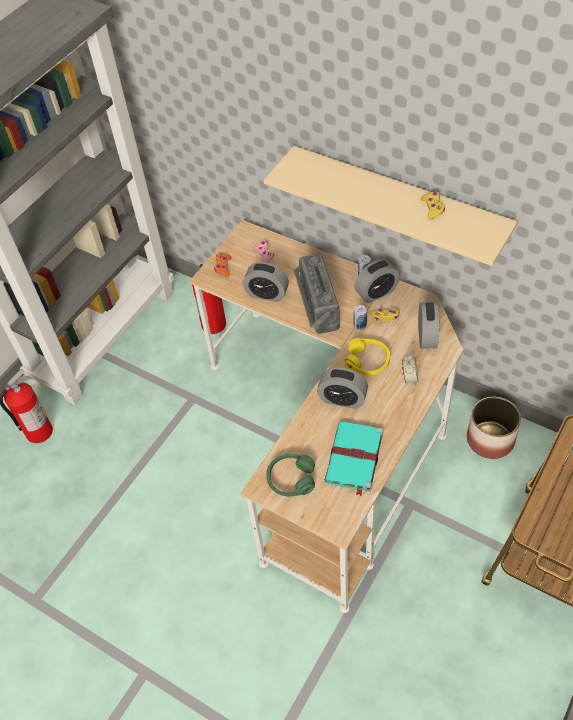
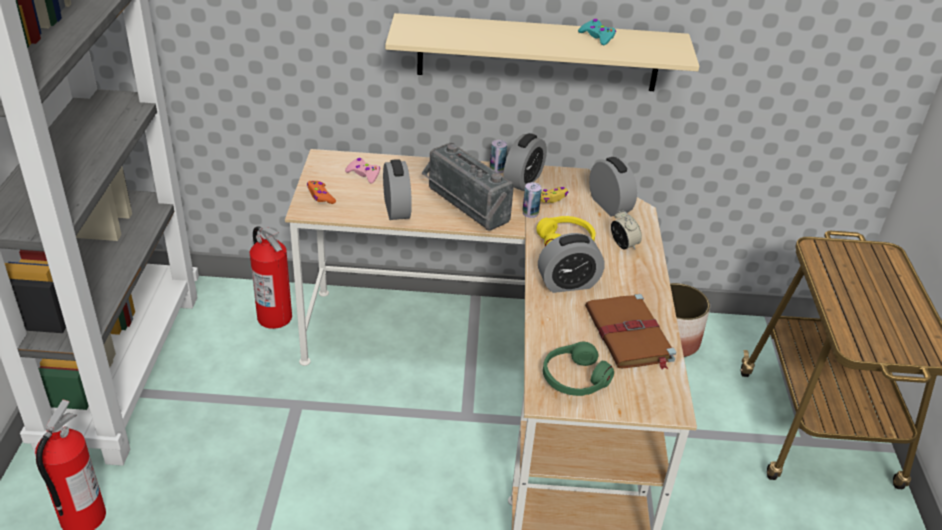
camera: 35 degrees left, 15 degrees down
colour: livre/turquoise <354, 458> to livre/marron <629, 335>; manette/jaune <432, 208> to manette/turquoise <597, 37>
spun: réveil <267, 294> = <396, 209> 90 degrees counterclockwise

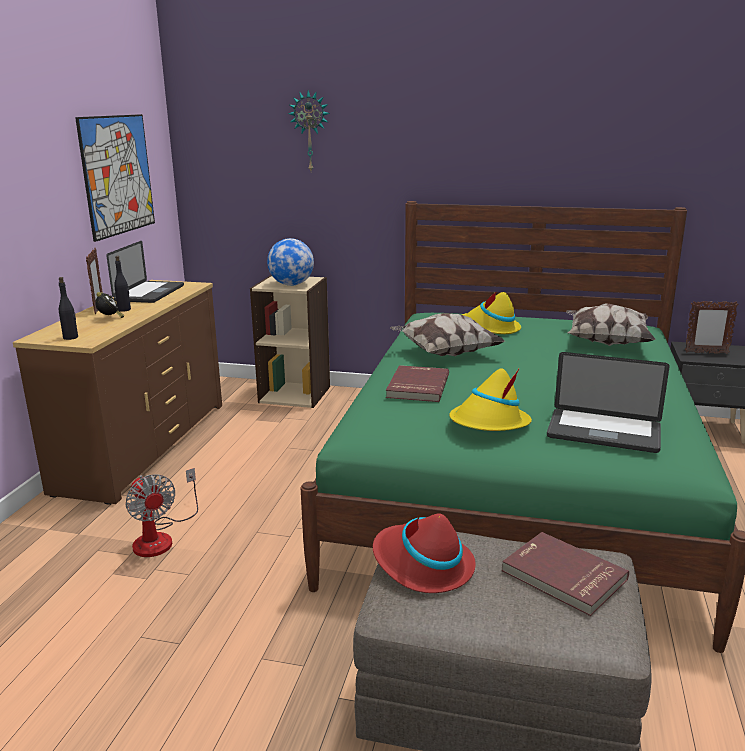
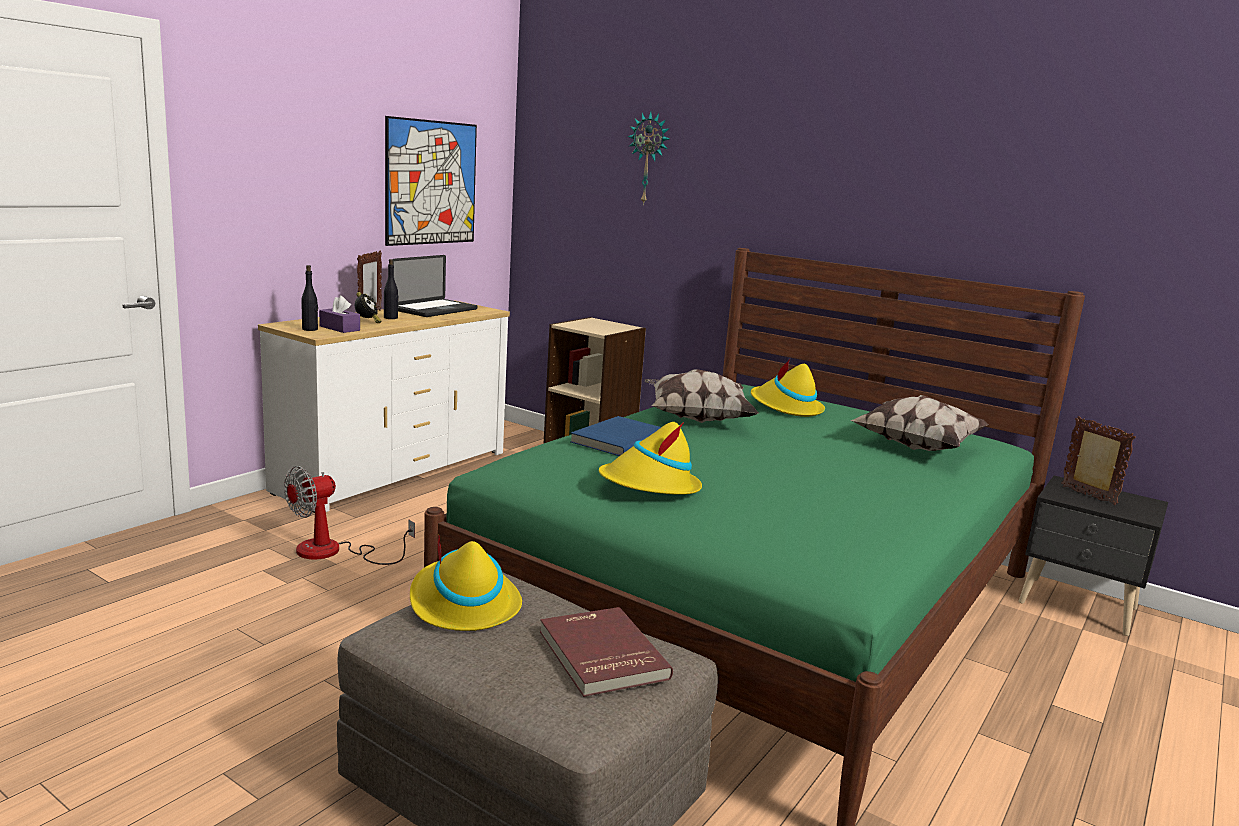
camera: 20 degrees right, 5 degrees down
missing: globe <291, 285>; ordinateur portable <603, 432>
appeared: boîte à mouchoirs/violet <339, 328>
colour: commode/marron <143, 446> to commode/blanc <393, 471>; chapeau/rouge <422, 565> to chapeau/jaune <463, 604>; livre/rouge <416, 386> to livre/bleu <618, 440>
spun: ventilateur <160, 537> = <333, 552> 60 degrees clockwise; cadre photo <706, 353> = <1088, 496> 150 degrees counterclockwise

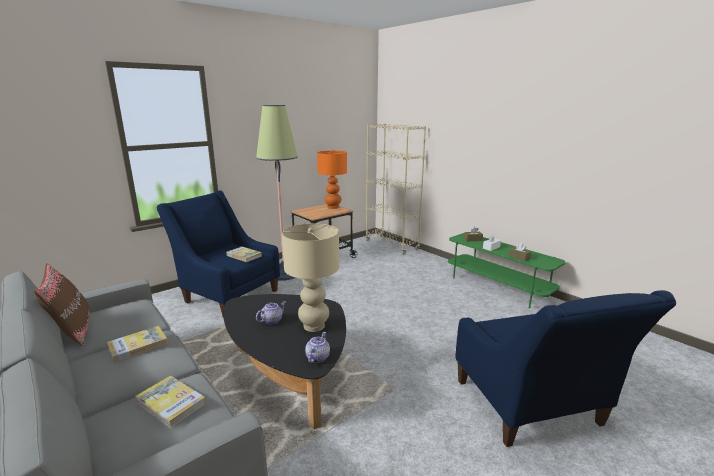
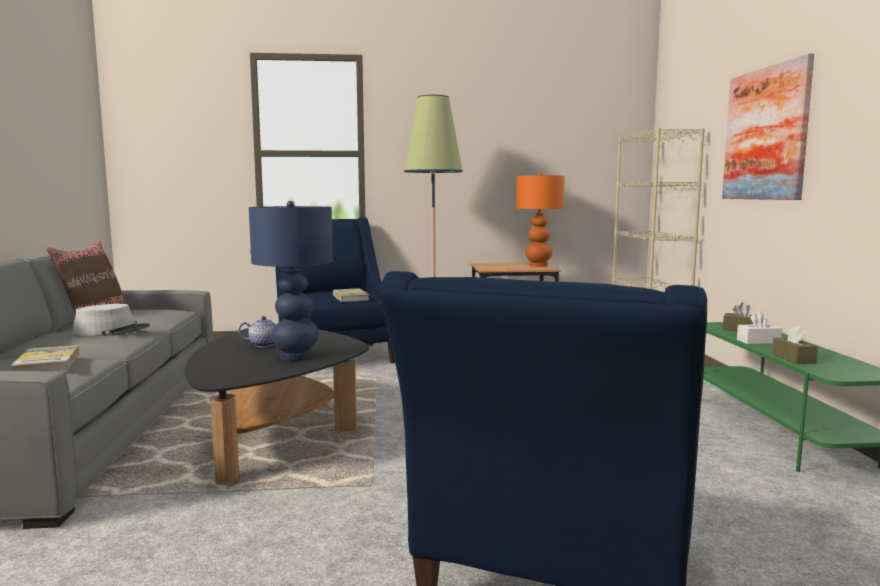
camera: 35 degrees right, 10 degrees down
missing: théière <317, 357>
appeared: tableau <765, 134>
exchanged: livre <138, 345> to chapeau/gris <112, 330>
colour: lampe de table/beige <314, 326> to lampe de table/bleu <296, 356>

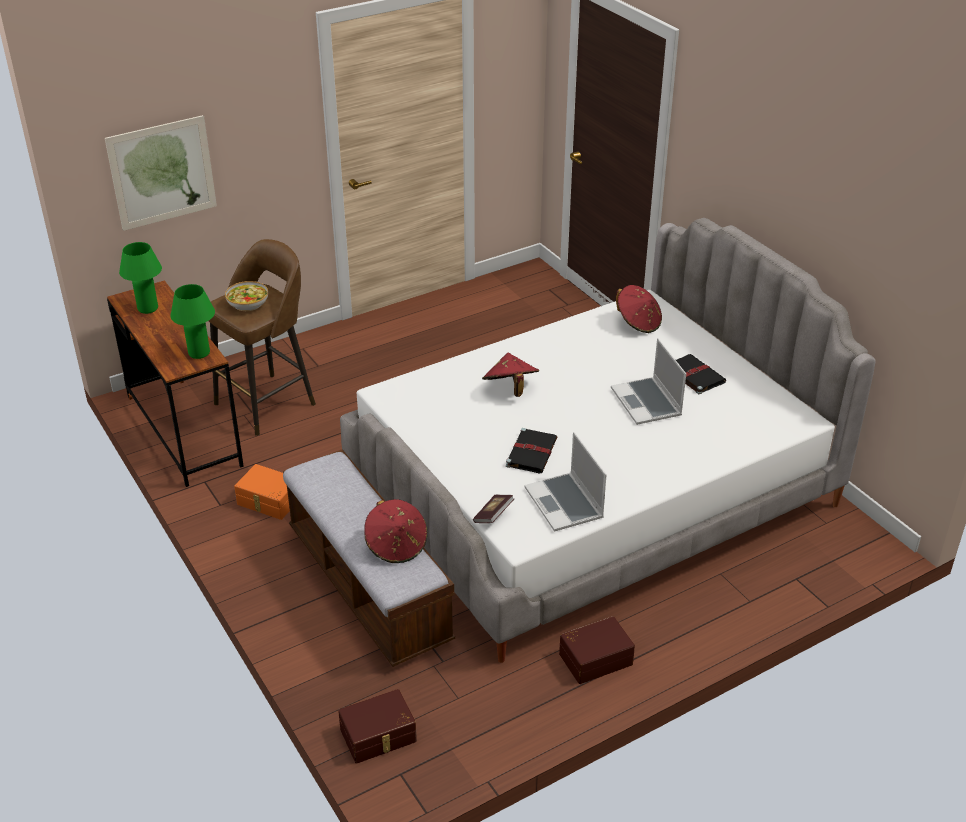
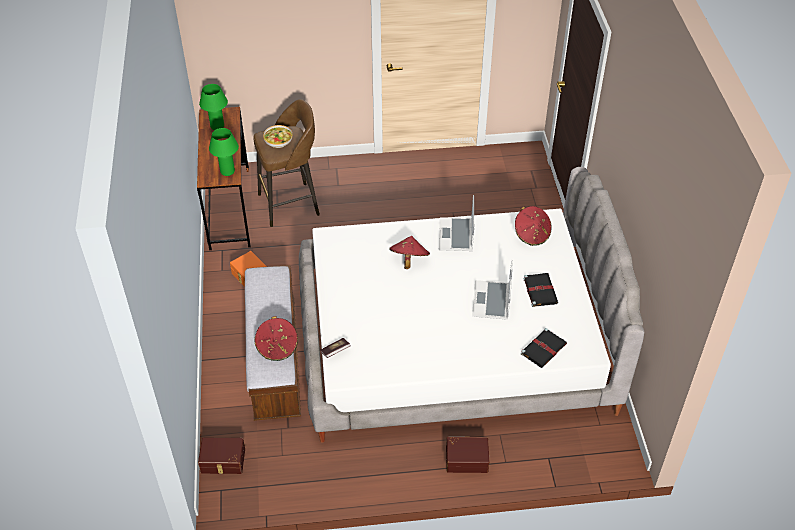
camera: 25 degrees right, 10 degrees up
missing: tableau <162, 173>
relocated: livre/noir <532, 452> to <544, 348>; ordinateur portable <565, 504> to <456, 236>; boîte de rangement/marron <594, 658> to <466, 458>

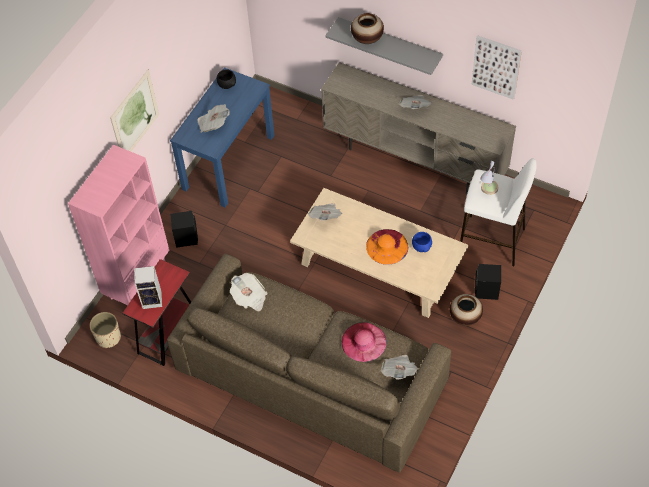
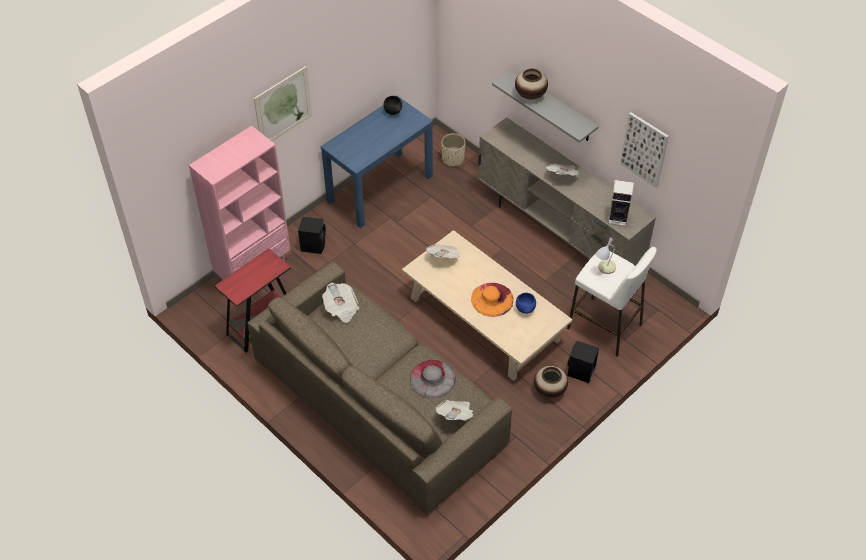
camera: 15 degrees right, 5 degrees down
missing: journal <213, 124>
relocated: cache-pot/beige <108, 337> to <453, 159>; enceinte <153, 299> to <618, 218>
colour: chapeau/rose <363, 342> to chapeau/gris <432, 378>

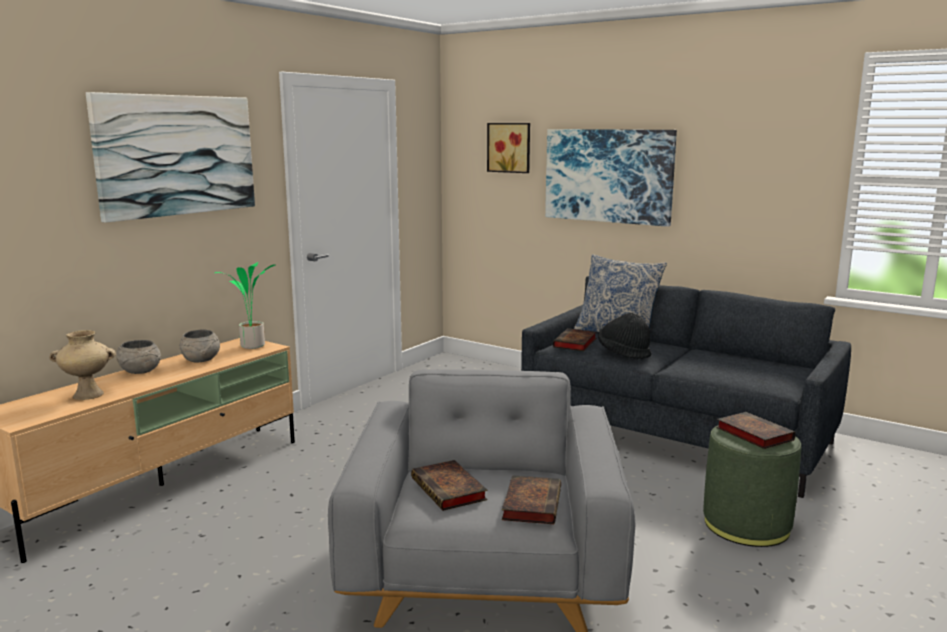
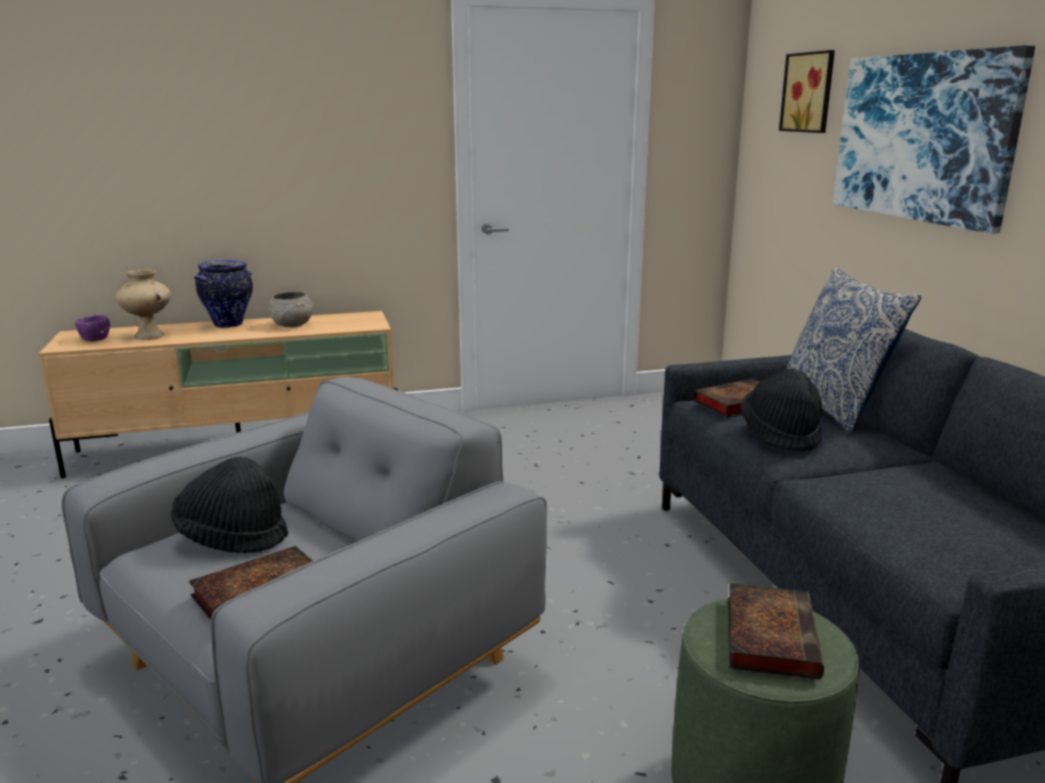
camera: 40 degrees right, 5 degrees up
missing: tableau <177, 155>; plante en pot <251, 346>
appeared: bol/violet <95, 339>
exchanged: bol/gris <140, 371> to vase <229, 324>; livre <450, 490> to chapeau/noir <232, 537>

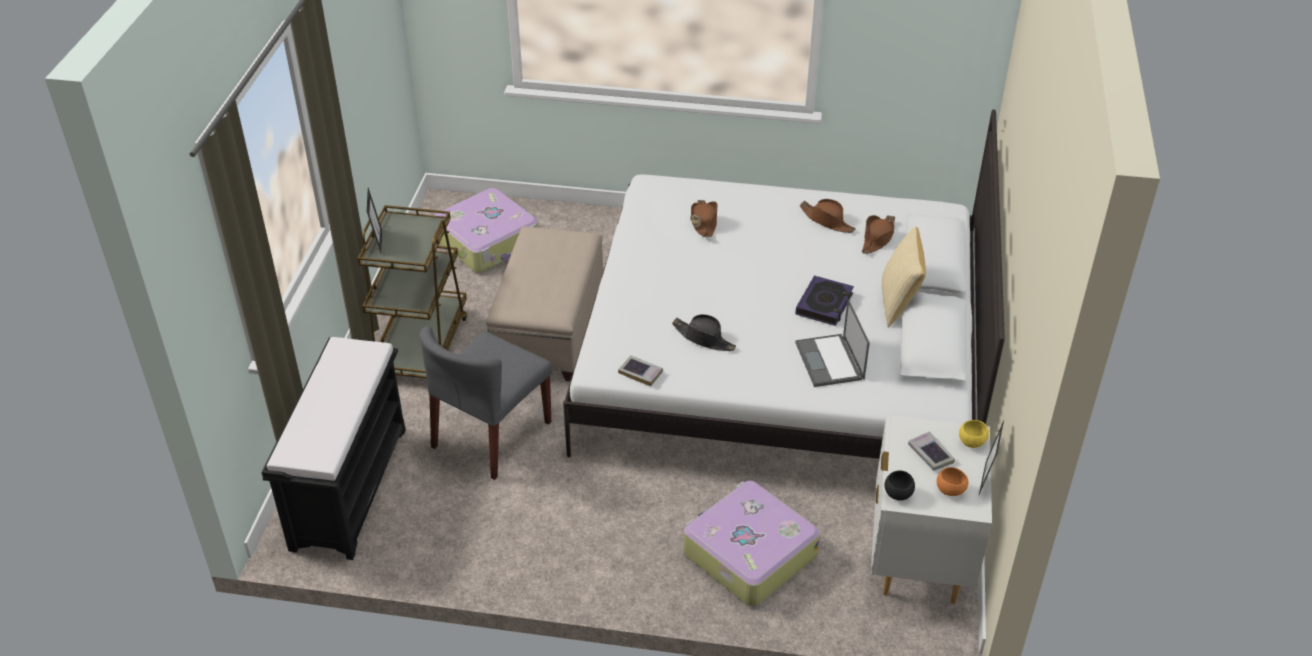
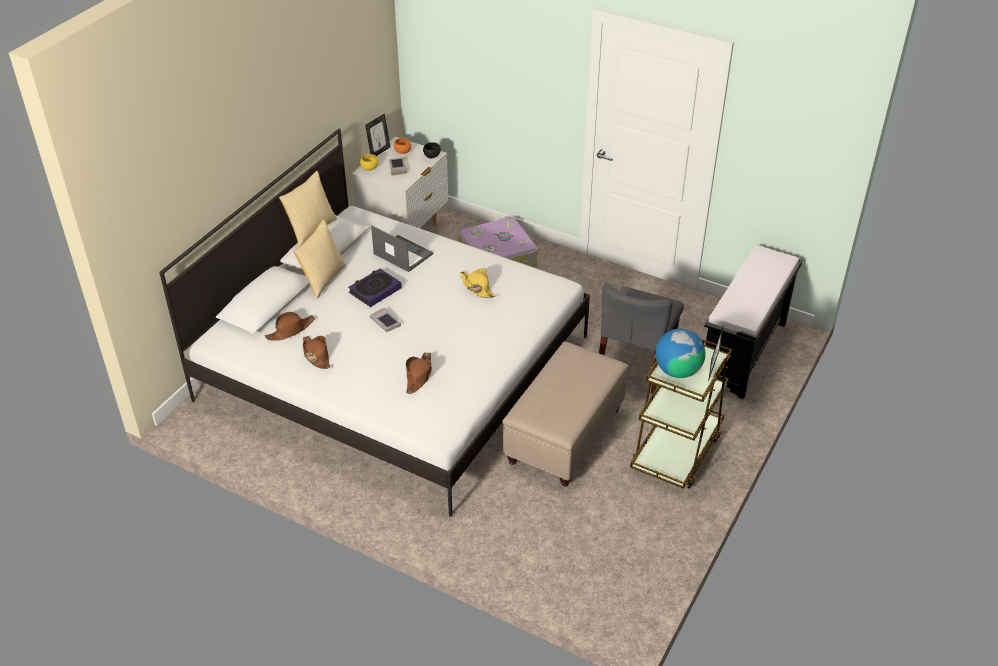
camera: 160 degrees left, 0 degrees up
missing: valise <488, 242>
appeared: coussin <310, 229>; globe <677, 370>
relocated: livre <640, 373> to <385, 322>
colour: chapeau/noir <704, 338> to chapeau/jaune <477, 287>
spun: chaise/gris <491, 435> = <635, 364> 150 degrees clockwise; ordinateur portable <830, 361> = <402, 254> 60 degrees counterclockwise

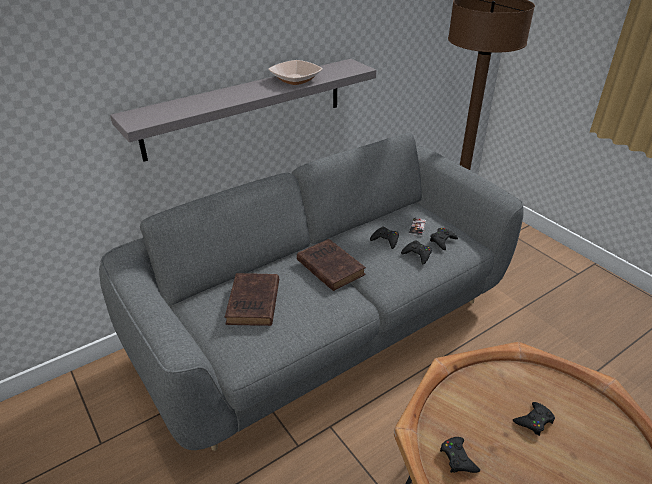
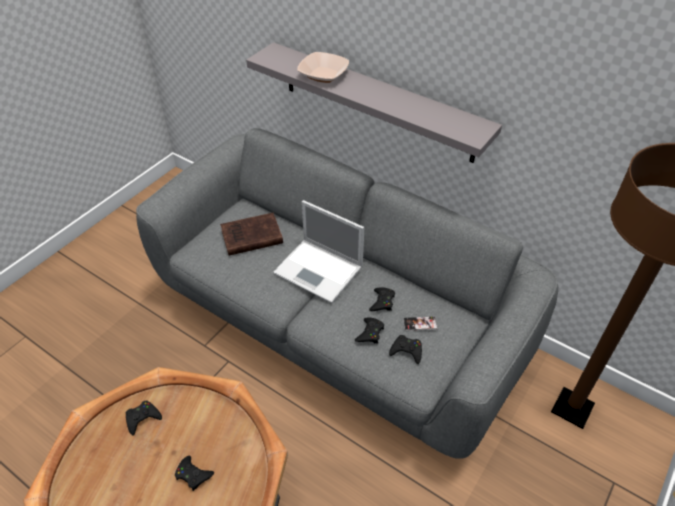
camera: 70 degrees right, 10 degrees up
relocated: bol <295, 79> to <323, 75>
exchanged: livre/marron <329, 267> to ordinateur portable <319, 271>

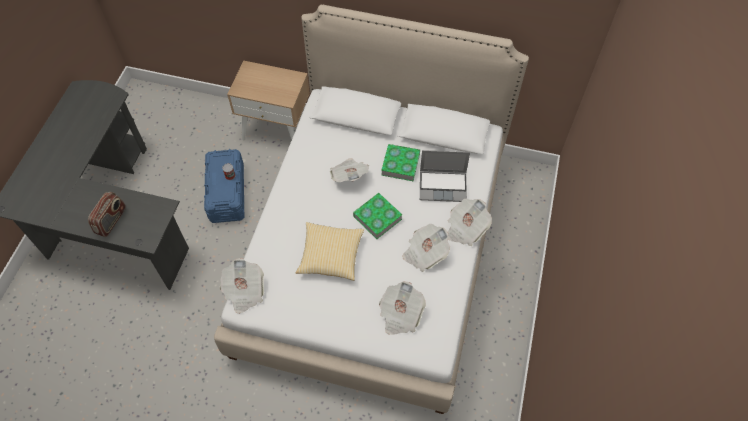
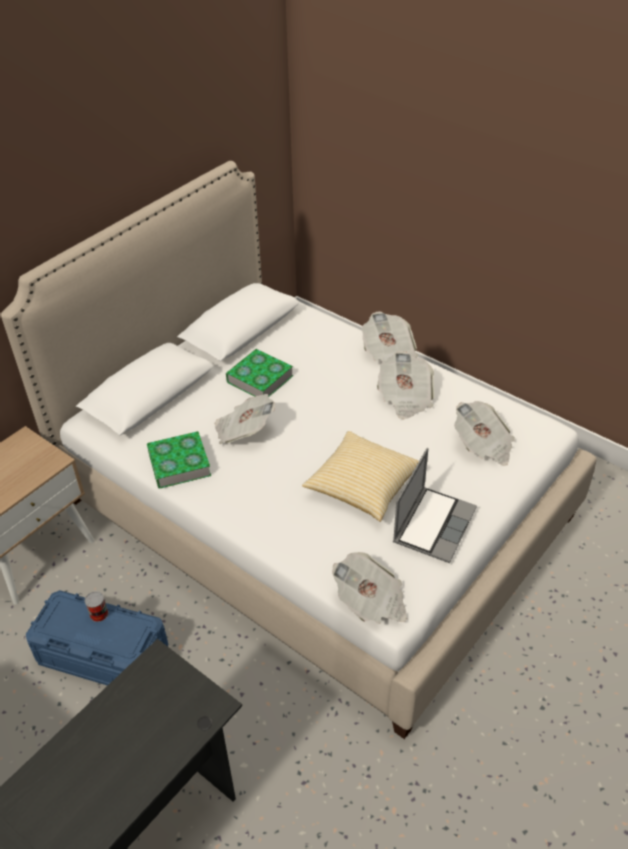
camera: 65 degrees left, 15 degrees down
missing: radio <111, 221>
relocated: livre <377, 218> to <179, 464>; ordinateur portable <443, 186> to <433, 524>

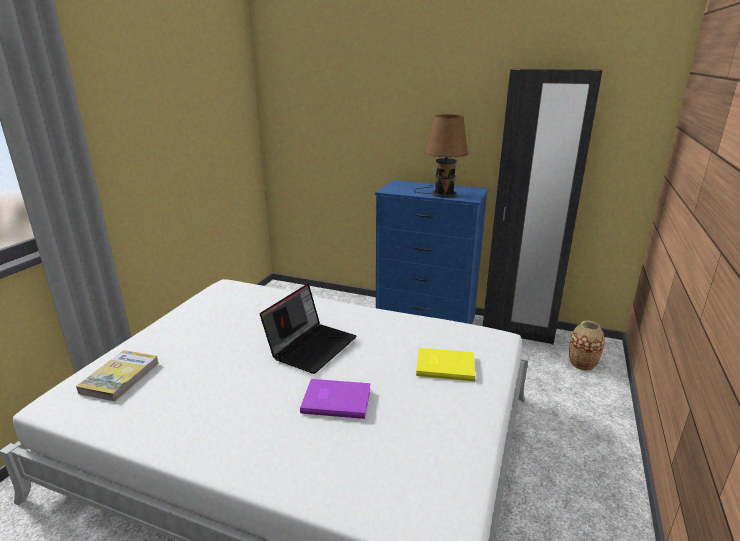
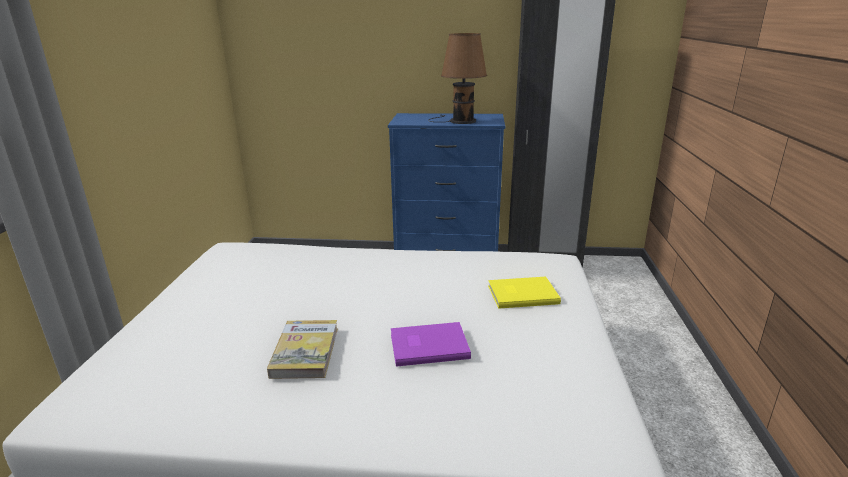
camera: 15 degrees left, 0 degrees up
missing: ordinateur portable <311, 346>; vase <582, 364>
relocated: livre <120, 377> to <305, 352>

